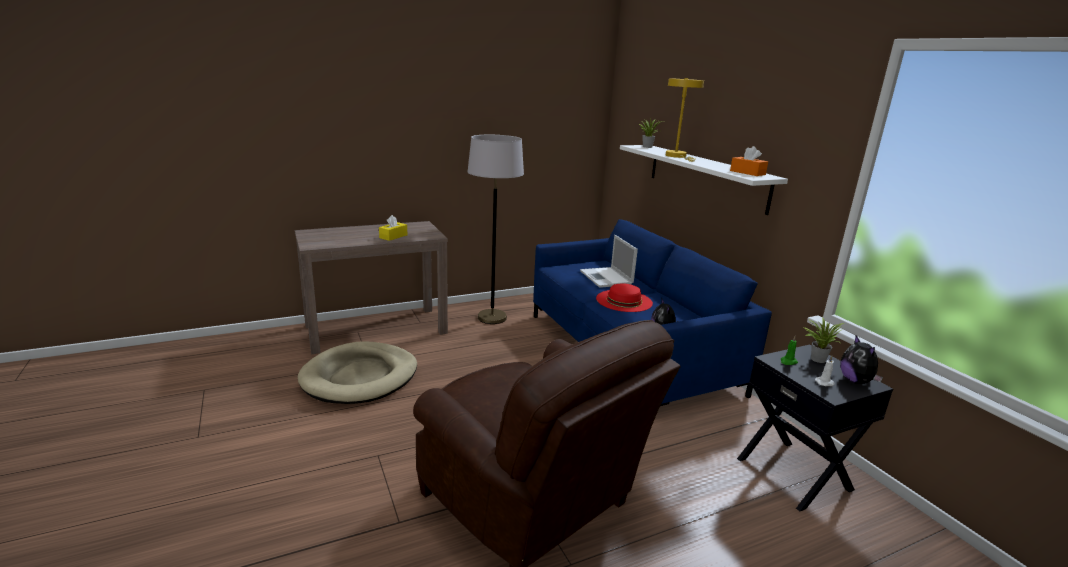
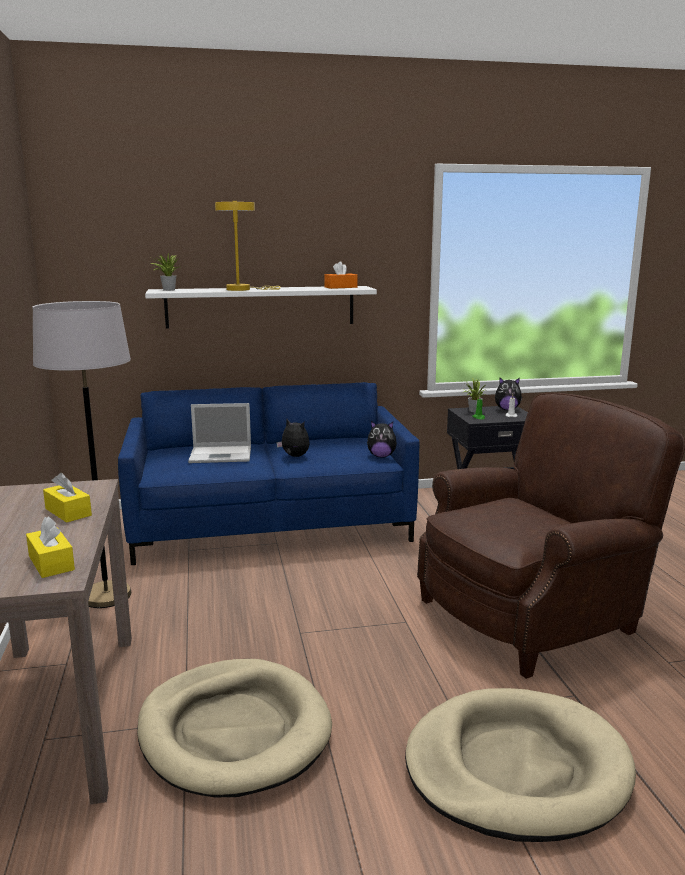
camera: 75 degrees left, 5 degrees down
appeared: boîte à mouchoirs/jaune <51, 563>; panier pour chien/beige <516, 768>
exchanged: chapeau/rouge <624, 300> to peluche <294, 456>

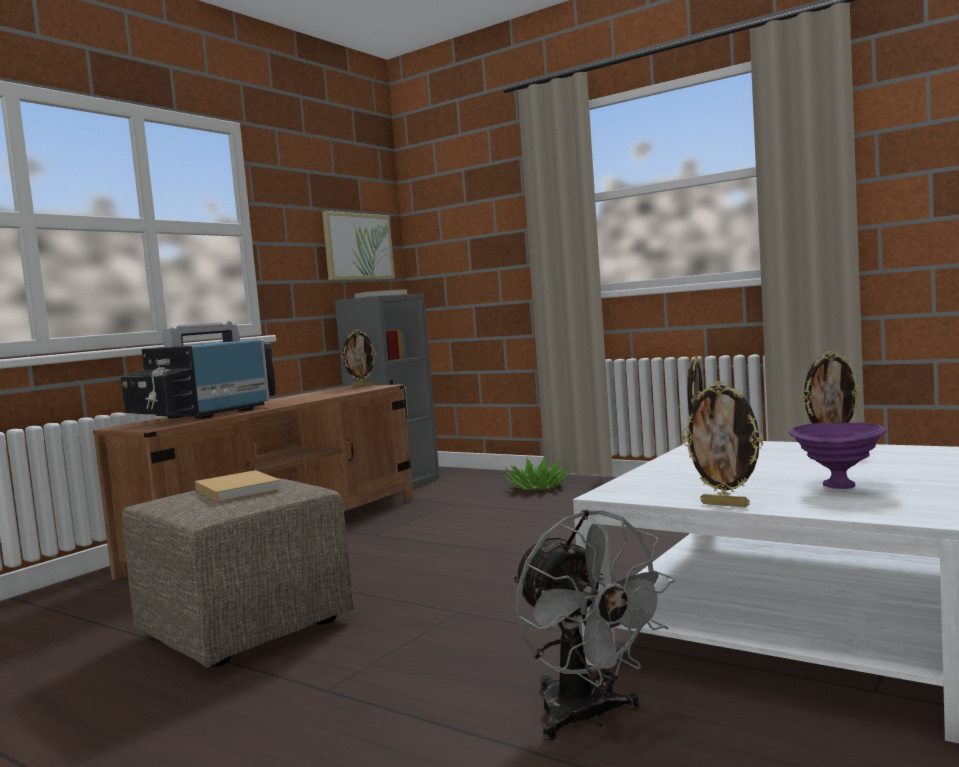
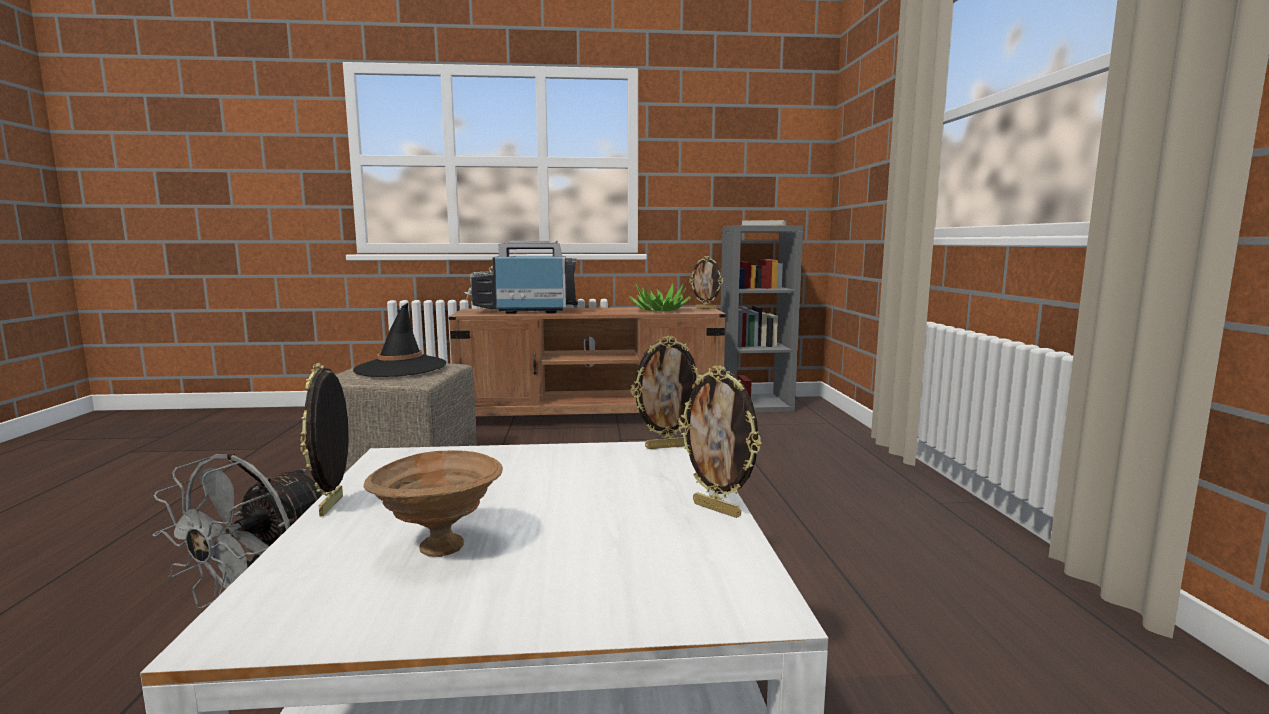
camera: 50 degrees right, 5 degrees up
missing: tableau <358, 246>
relocated: plante en pot <538, 487> to <659, 310>
exchanged: livre/beige <237, 489> to chapeau/noir <400, 368>
colour: bol/violet <839, 486> to bol/marron <437, 547>

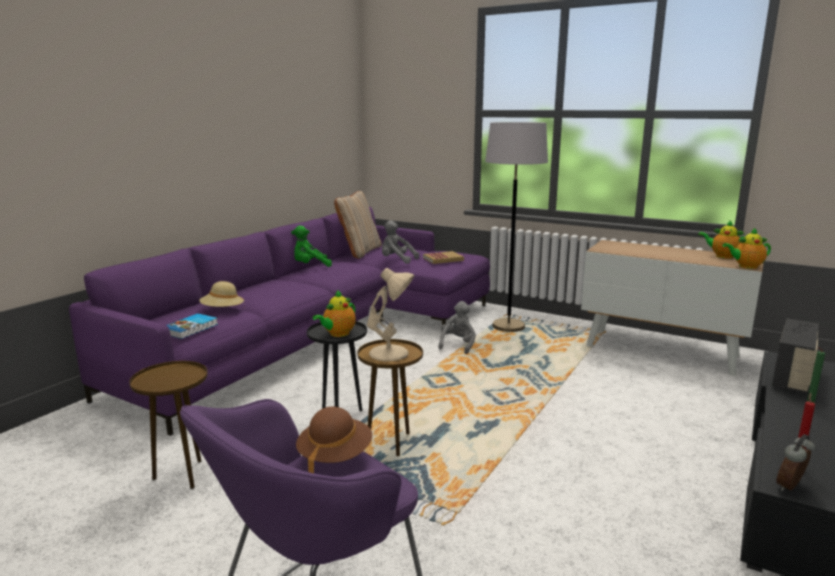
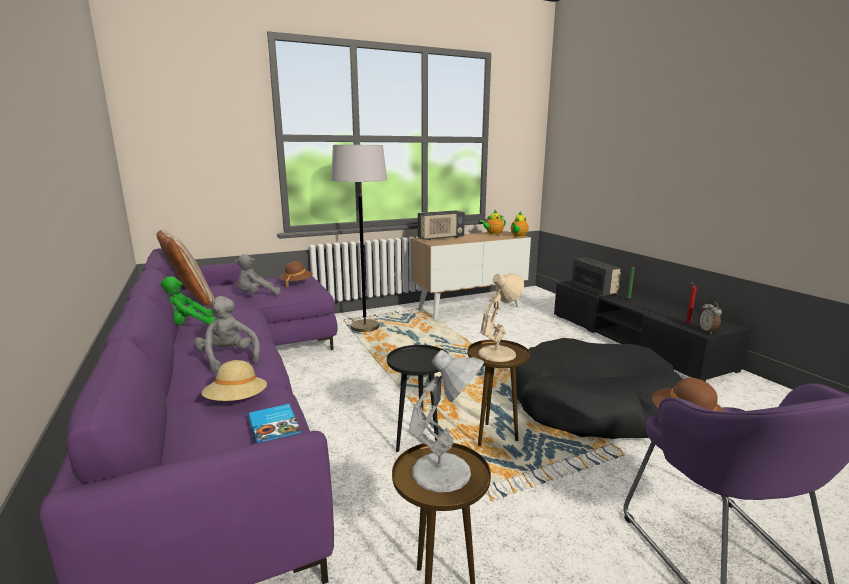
camera: 55 degrees left, 0 degrees up
missing: théière <337, 334>
appeared: lampe de table/blanc <444, 472>; radio <441, 238>; panier pour chien/noir <591, 406>
relocated: peluche/gris <458, 345> to <228, 358>
exchanged: livre <443, 259> to chapeau/marron <296, 283>
spun: peluche/vert <309, 266> = <187, 326> 45 degrees clockwise

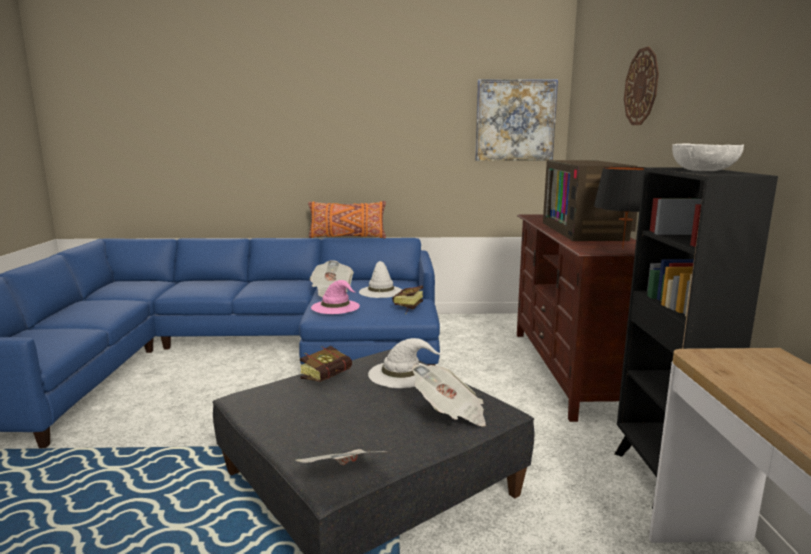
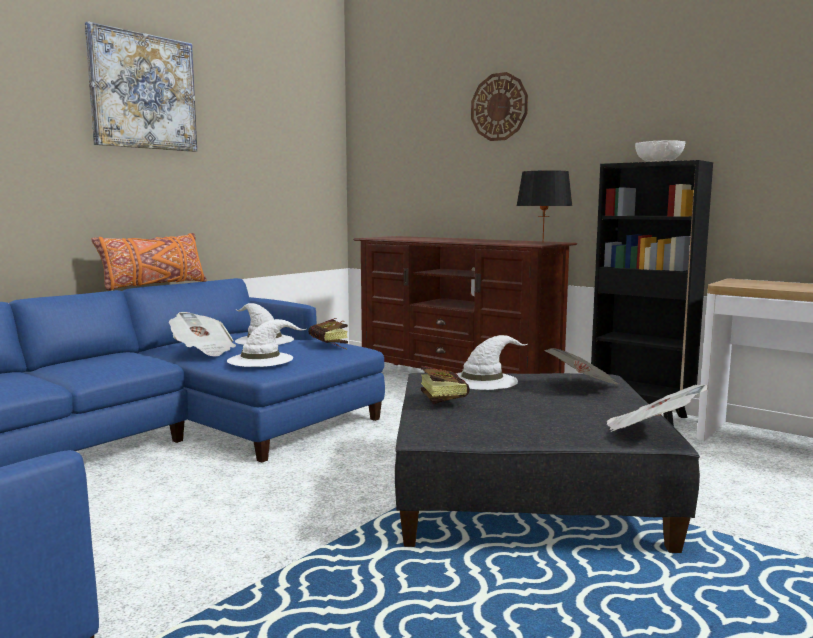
camera: 50 degrees left, 5 degrees down
missing: téléviseur <586, 231>
relocated: tableau <515, 120> to <143, 92>
colour: chapeau/rose <336, 307> to chapeau/blanc <261, 359>

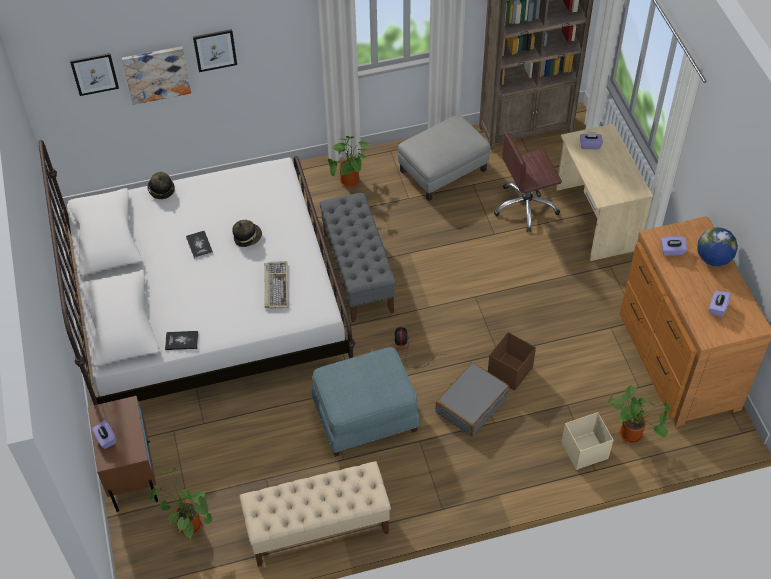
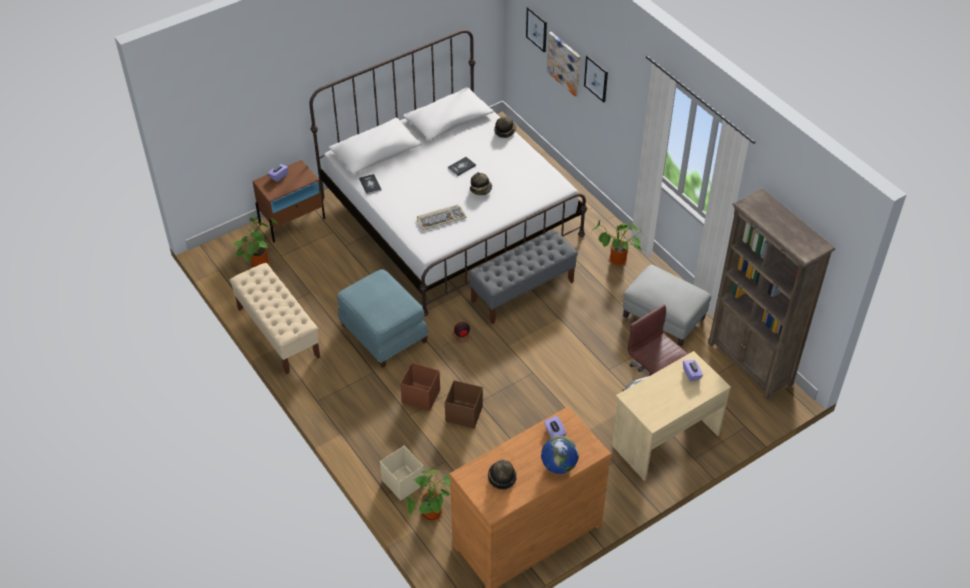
camera: 70 degrees right, 5 degrees down
exchanged: valise/gris <471, 404> to boîte de rangement/marron <420, 396>; boîte à mouchoirs/violet <717, 308> to chapeau <501, 477>

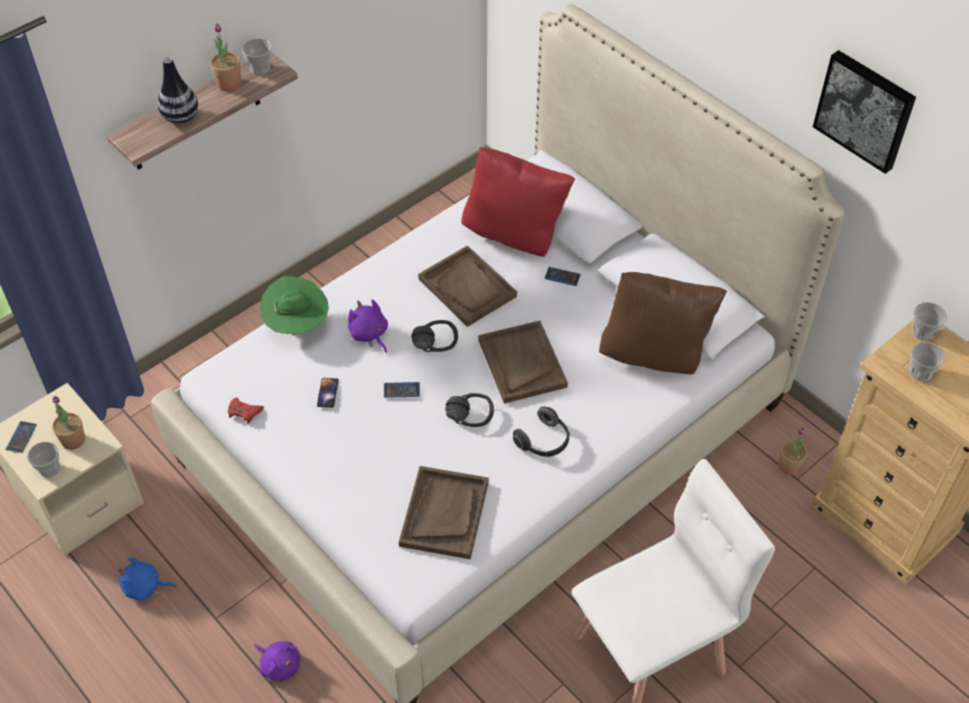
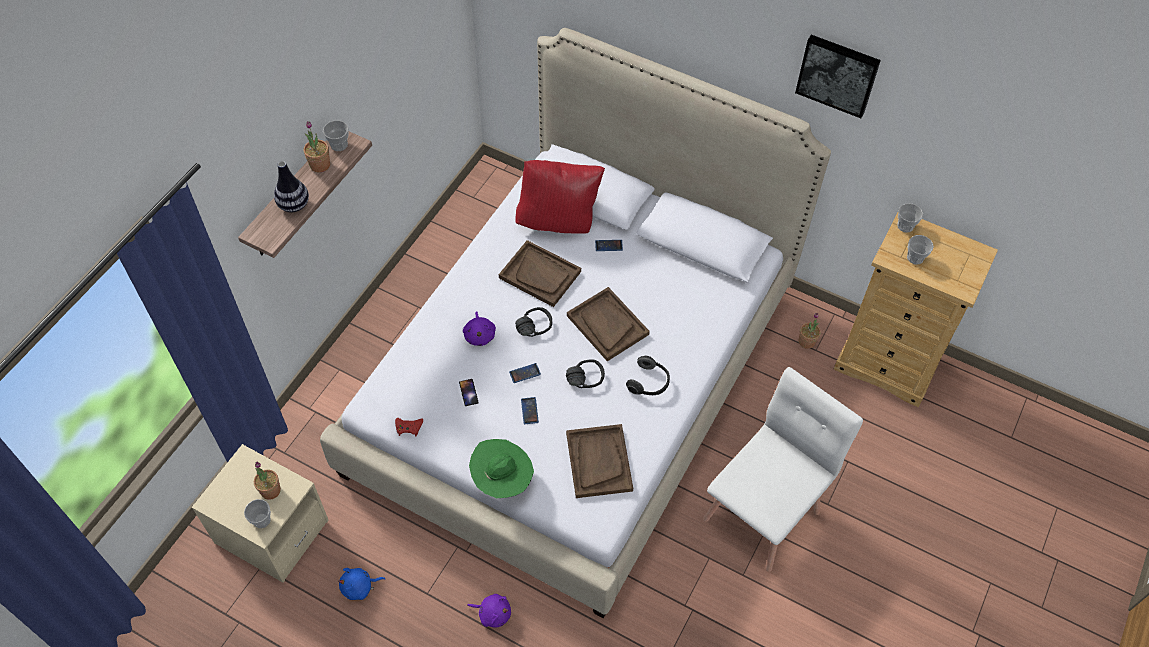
camera: 20 degrees left, 5 degrees up
missing: coussin/marron <654, 355>
relocated: téléphone <21, 437> to <529, 411>; chapeau/vert <297, 325> to <502, 479>
spun: peluche/violet <369, 334> = <480, 335> 135 degrees counterclockwise

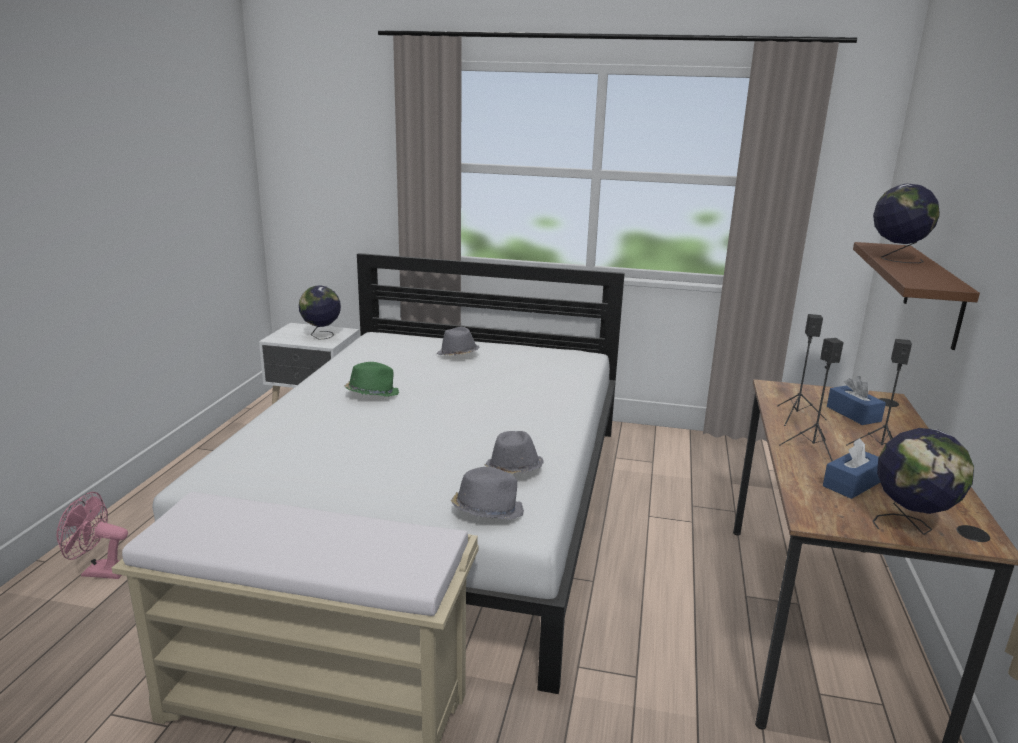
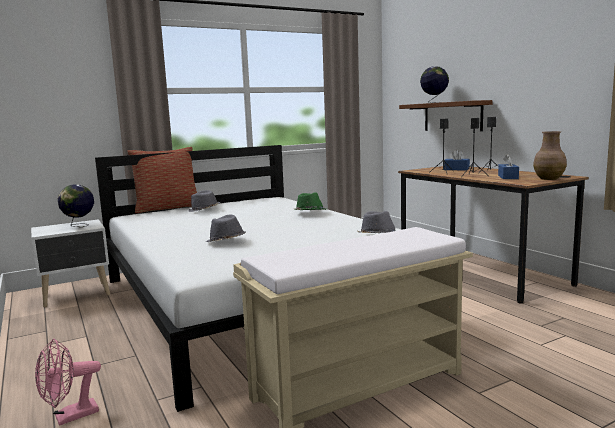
camera: 40 degrees left, 10 degrees down
appeared: coussin <167, 208>
relocated: chapeau/vert <372, 393> to <309, 213>; chapeau/gris <513, 469> to <226, 241>
exchanged: globe <910, 526> to vase/marron <548, 178>

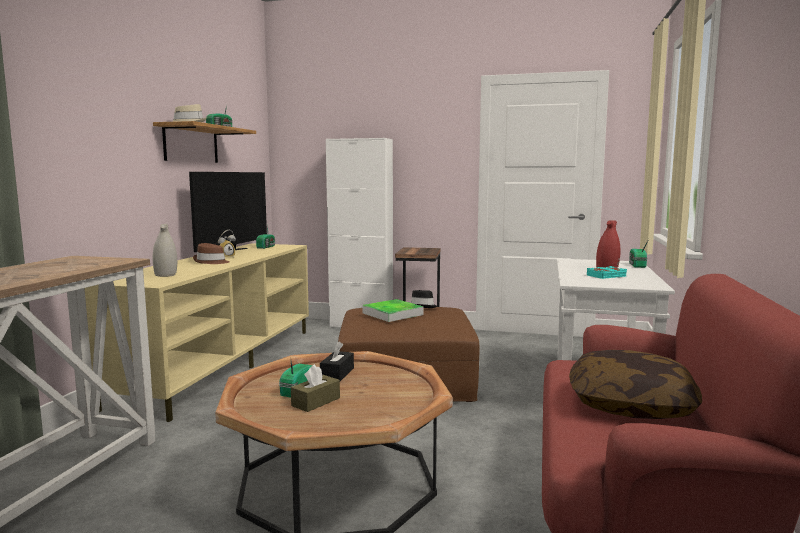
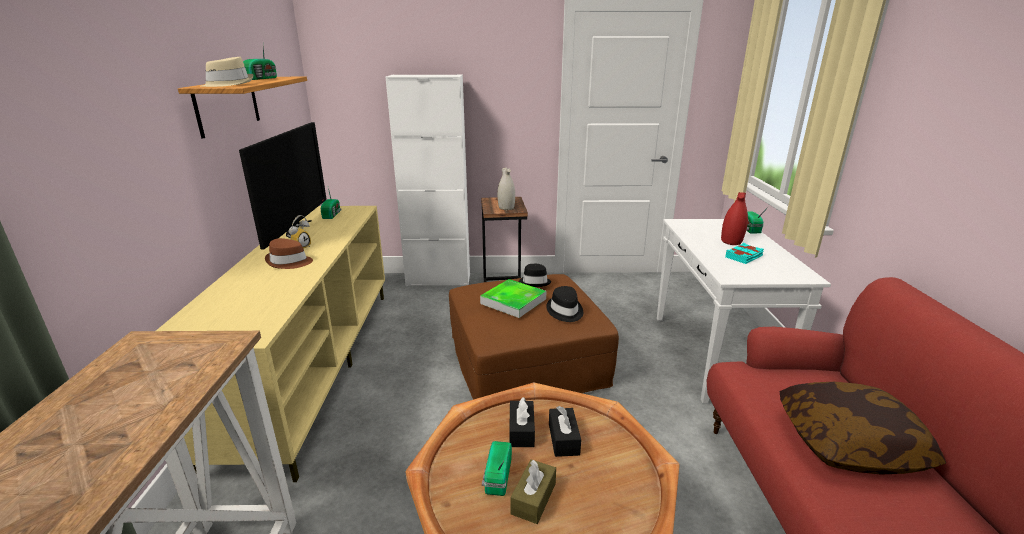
camera: 15 degrees left, 15 degrees up
appeared: chapeau/noir <565, 311>; boîte à mouchoirs/noir <563, 439>
relocated: vase/blanc <166, 275> to <506, 207>

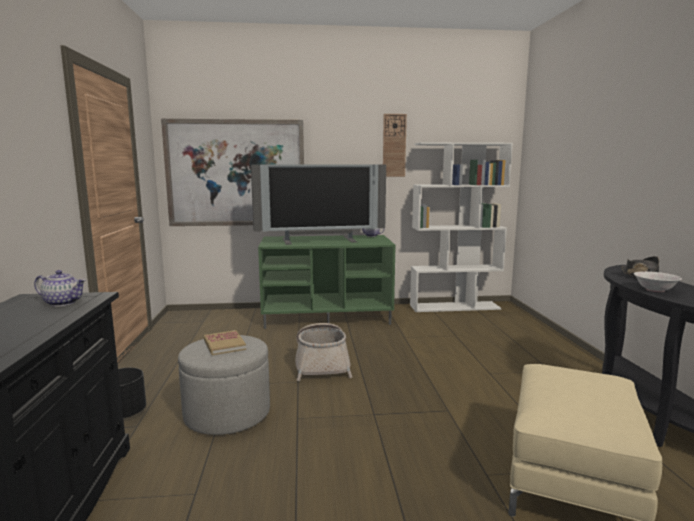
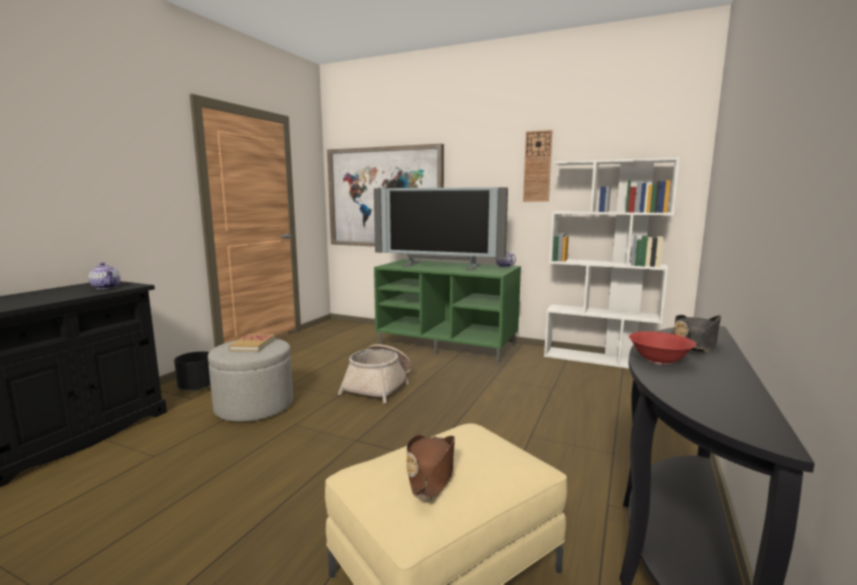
camera: 30 degrees right, 0 degrees up
appeared: chapeau/marron <431, 472>
colour: bol/blanc <654, 290> to bol/rouge <658, 360>

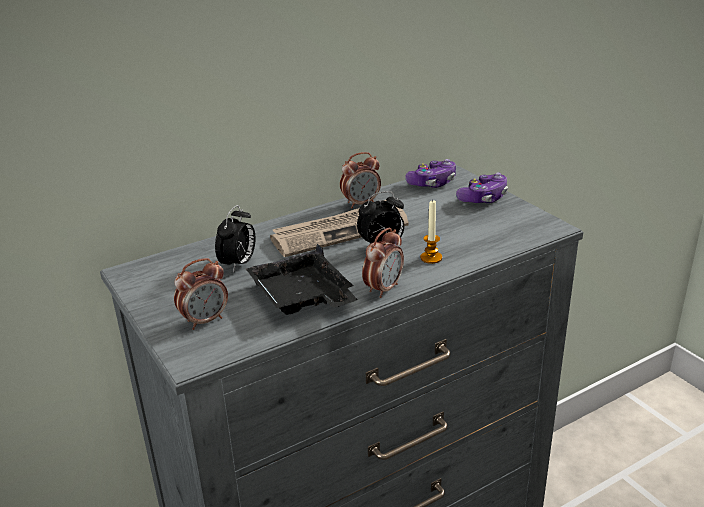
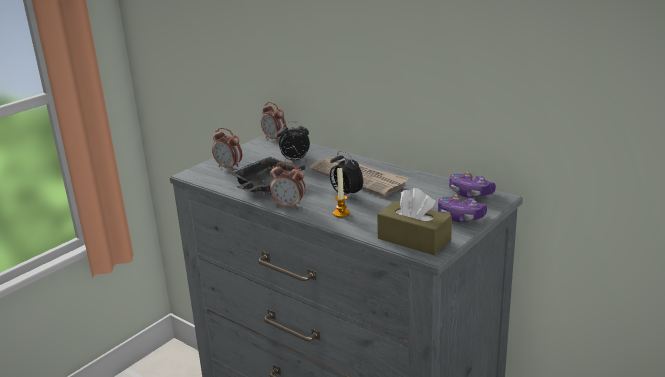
camera: 70 degrees right, 5 degrees down
appeared: boîte à mouchoirs/marron <414, 239>
relocated: réveil <361, 203> to <274, 139>

